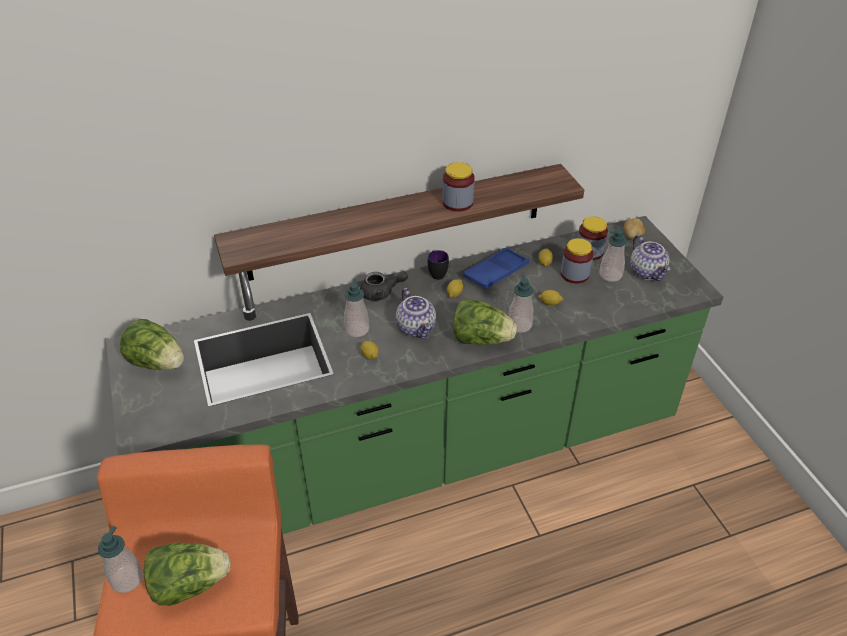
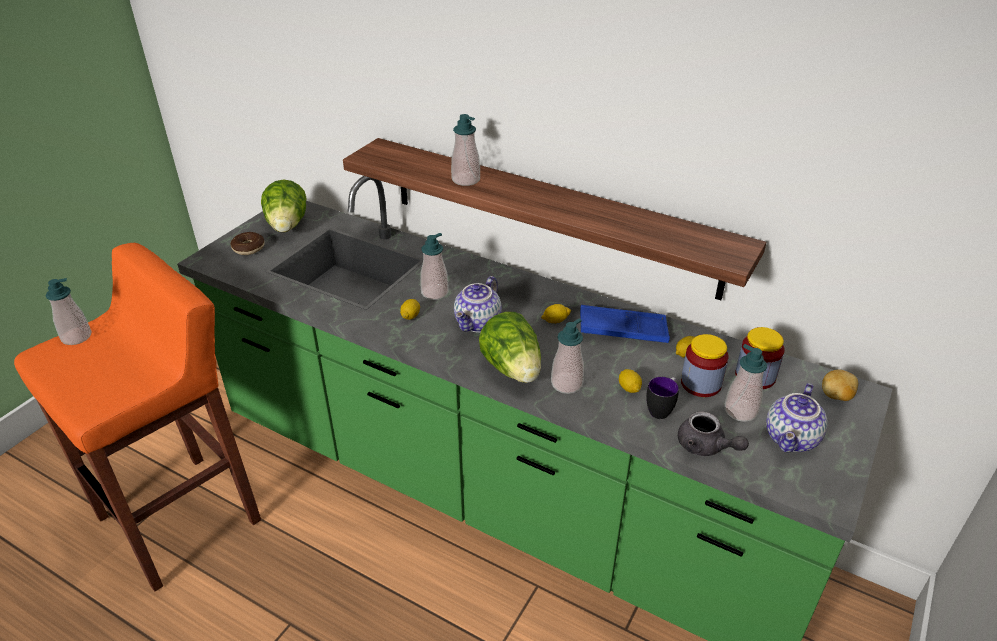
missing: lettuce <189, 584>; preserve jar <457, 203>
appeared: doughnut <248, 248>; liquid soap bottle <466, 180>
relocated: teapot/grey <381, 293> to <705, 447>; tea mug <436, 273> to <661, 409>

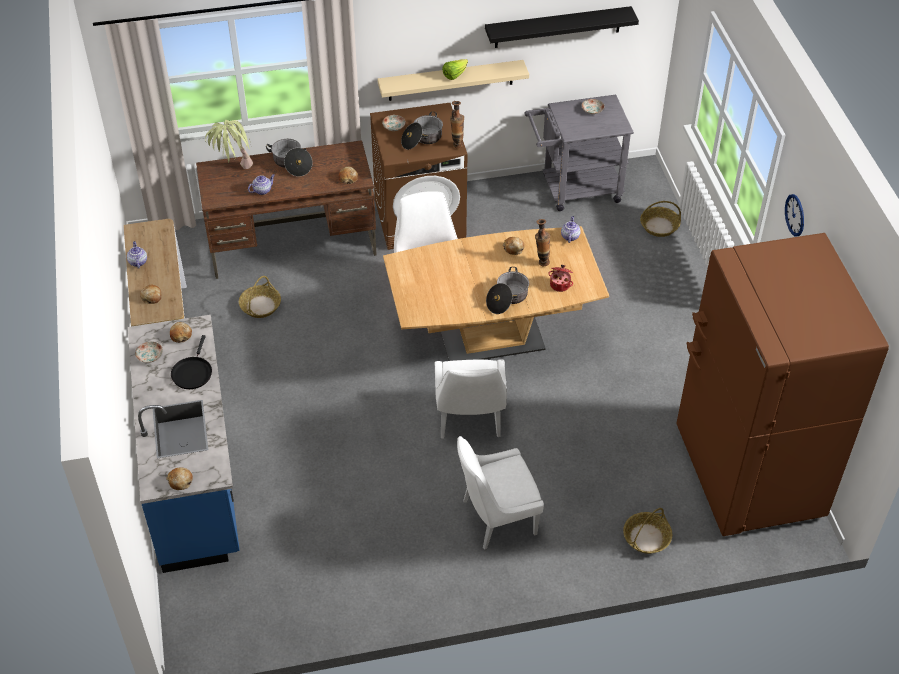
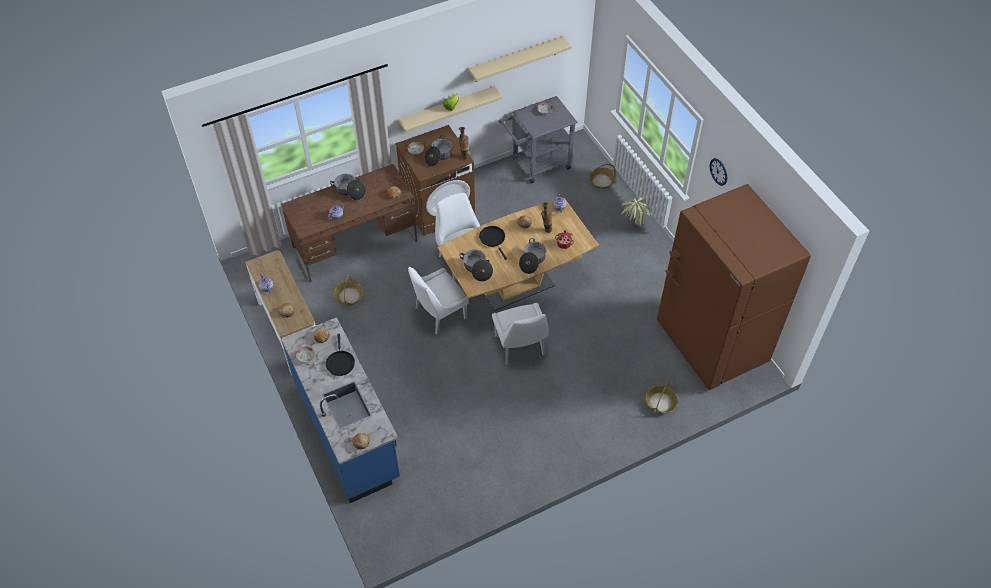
appeared: stockpot <477, 269>; skillet/black-coloured <493, 239>
relocated: plant in a pot <233, 171> to <633, 229>; plain chair/white <496, 518> to <438, 314>
colour: shelf/black-coloured <557, 27> to shelf/sand-coloured <516, 59>

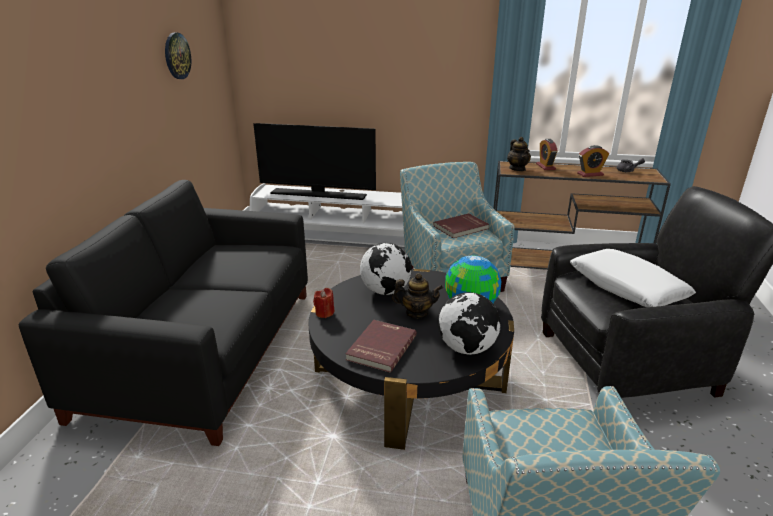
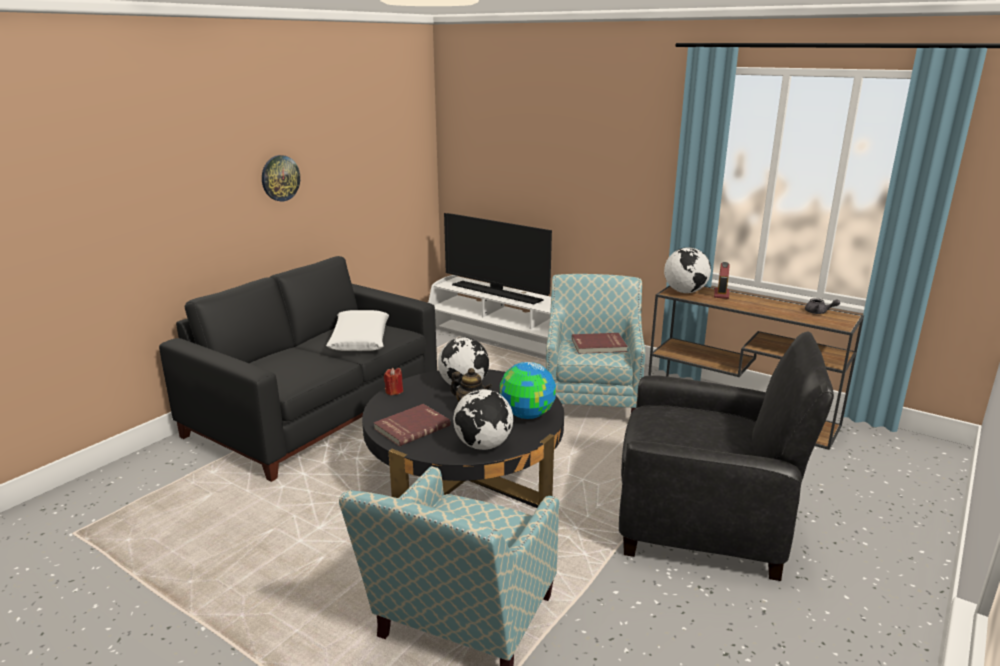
missing: bedside clock <590, 174>
relocated: clock on the wall <177, 56> to <280, 178>; cushion/white <626, 288> to <359, 340>
exchanged: teapot <517, 169> to globe <685, 292>

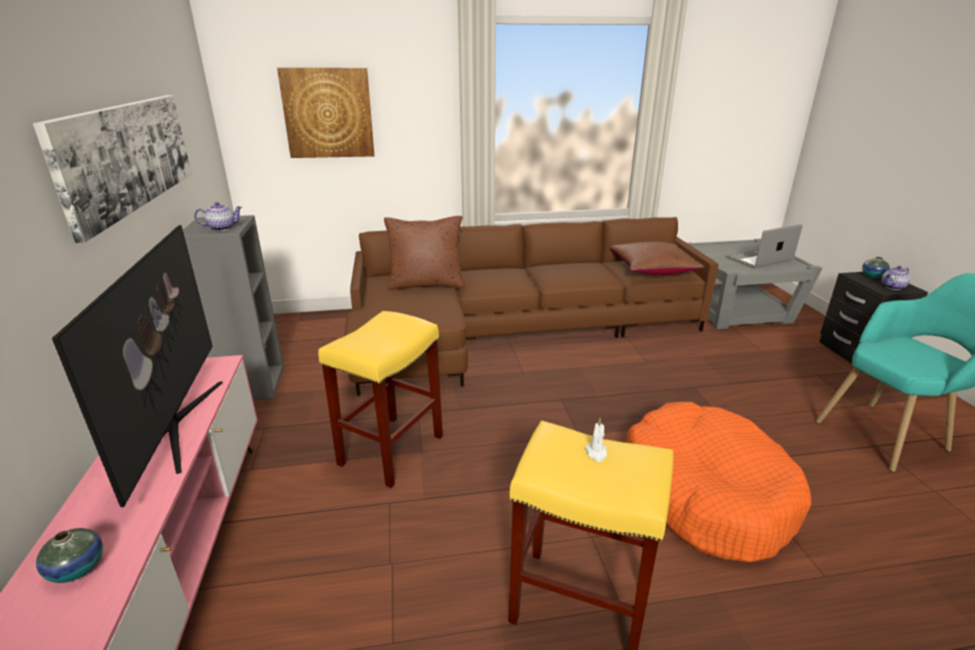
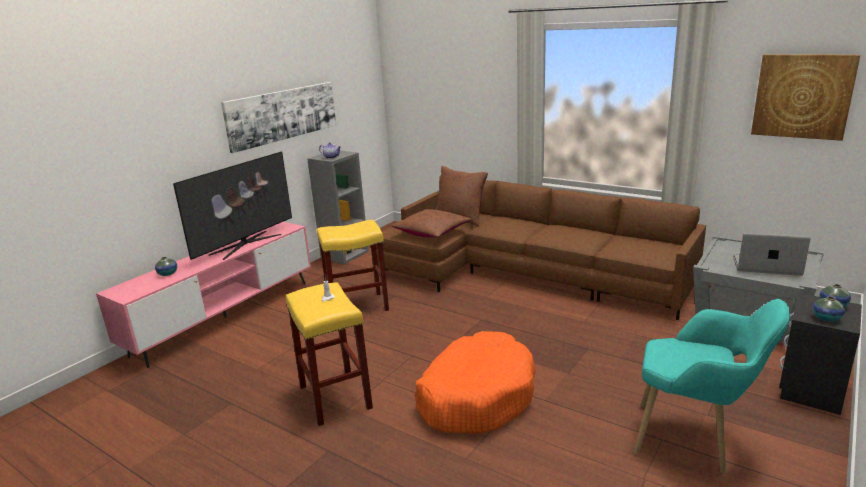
relocated: wall picture <328, 113> to <802, 96>; cushion/brownish <653, 269> to <431, 232>
exchanged: teapot <893, 287> to flower vase <826, 318>

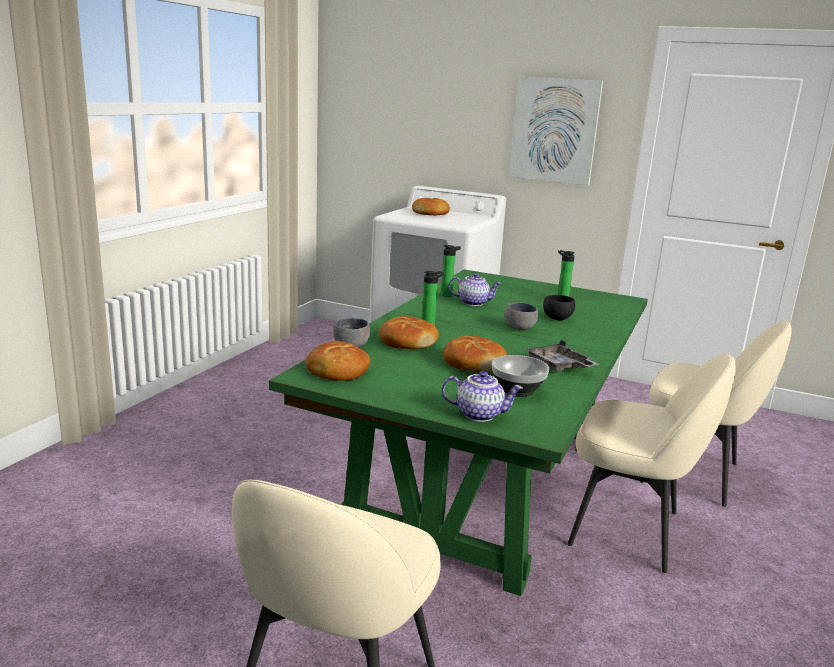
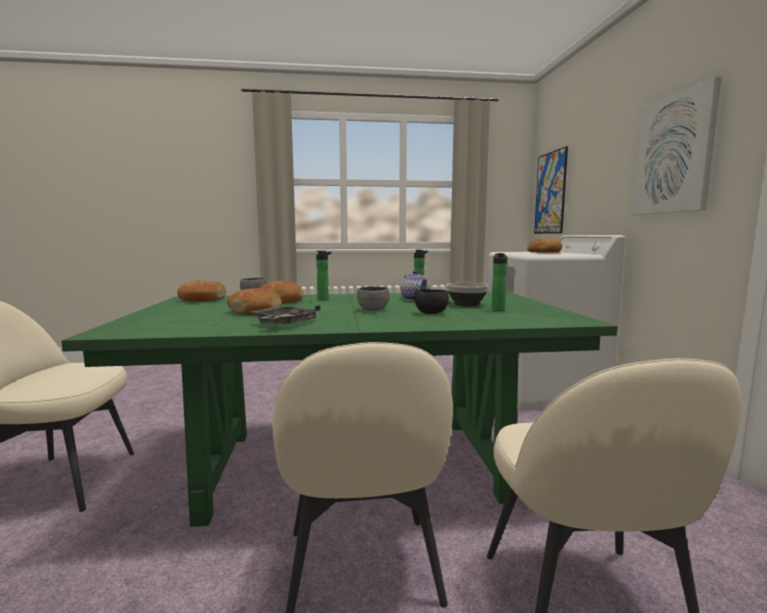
missing: teapot <480, 414>
appeared: wall picture <550, 193>
relocated: bowl <518, 390> to <467, 304>

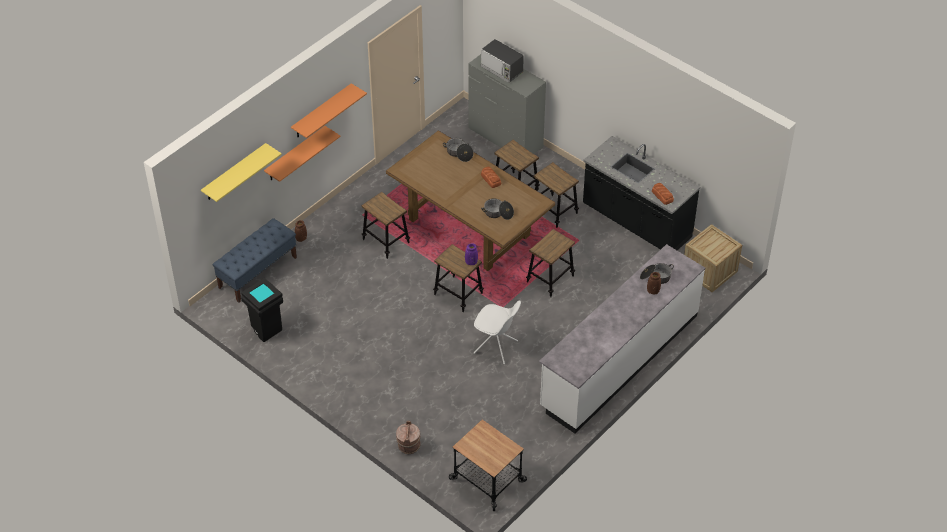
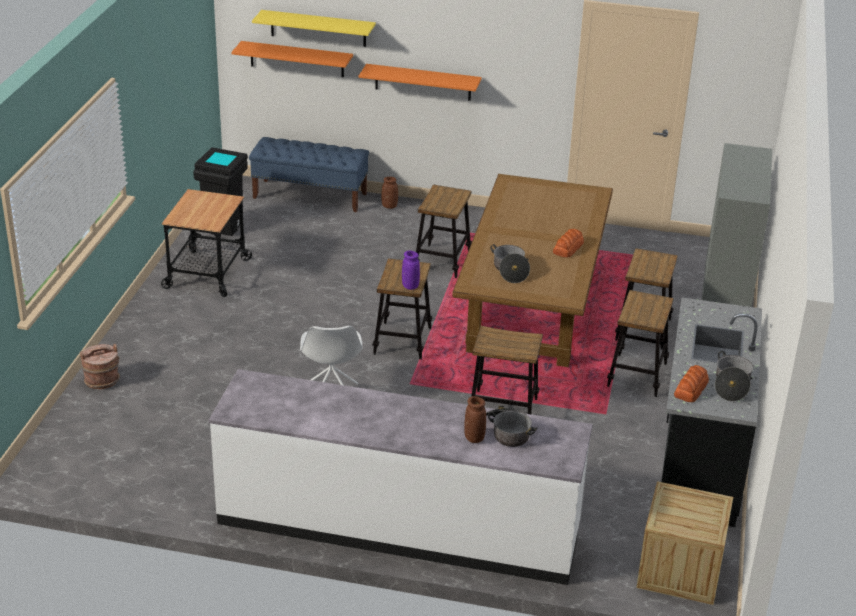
missing: microwave <502, 70>
relocated: shelf/orange <322, 111> to <297, 59>; stockpot <459, 153> to <731, 385>; cart <487, 480> to <206, 273>

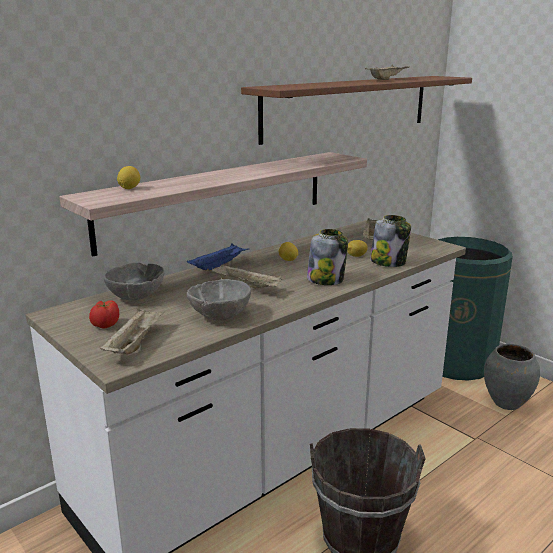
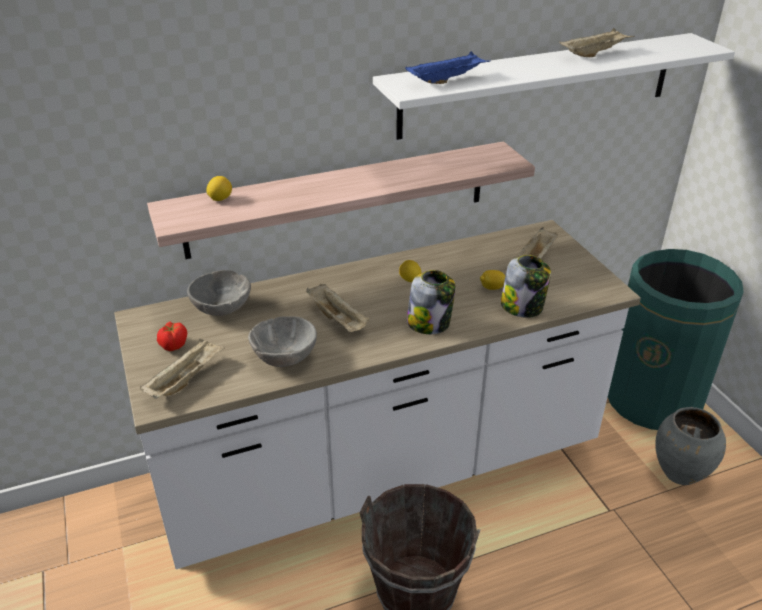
relocated: carrying tray/blue <219, 266> to <447, 80>
colour: shelf/brownish <349, 106> to shelf/white <539, 85>

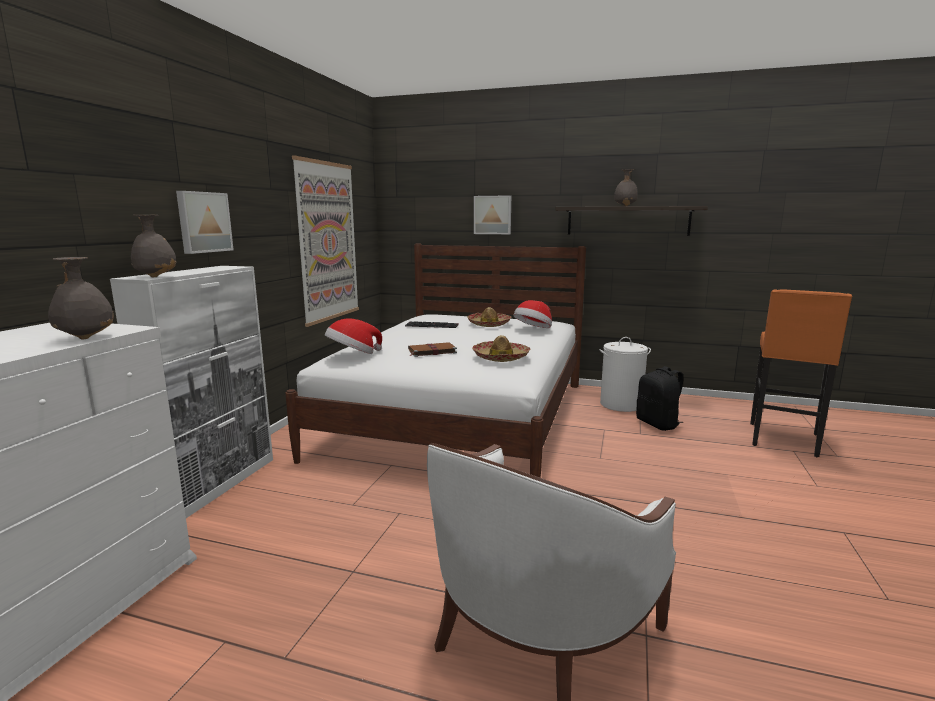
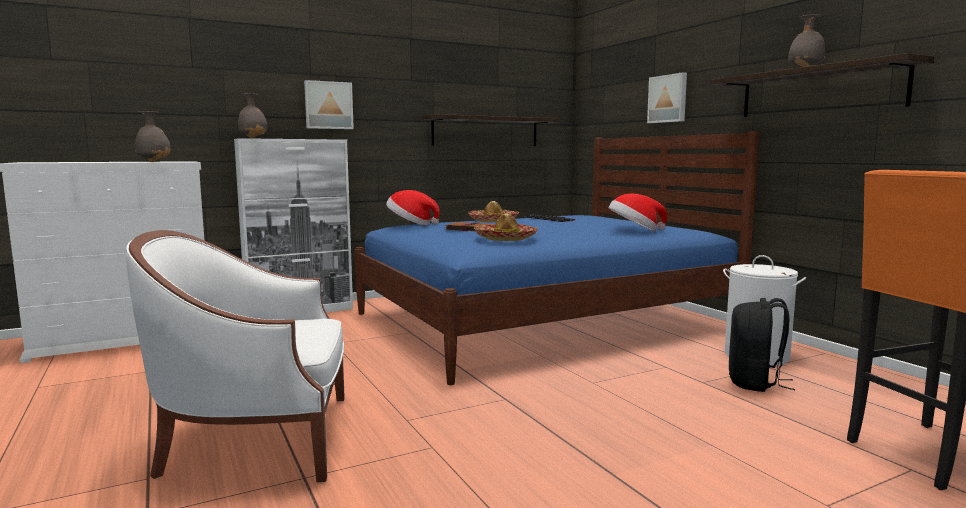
relocated: clothing hat <489, 324> to <493, 221>
exchanged: wall picture <328, 242> to shelf <485, 131>
colour: bedroom bed/white <461, 417> to bedroom bed/blue <542, 321>

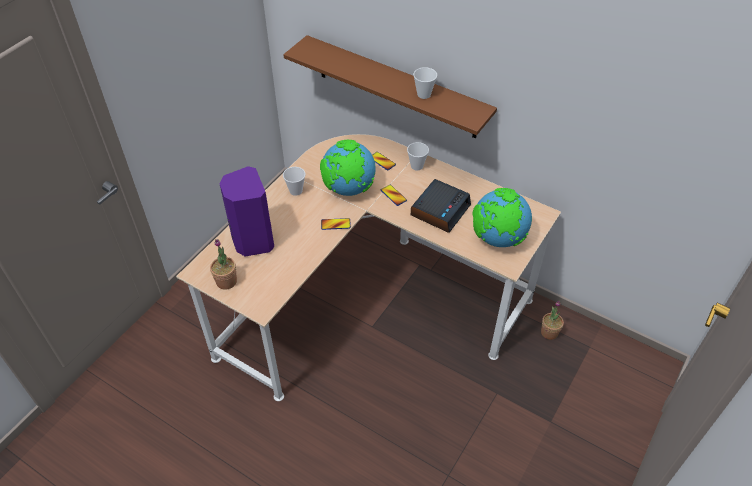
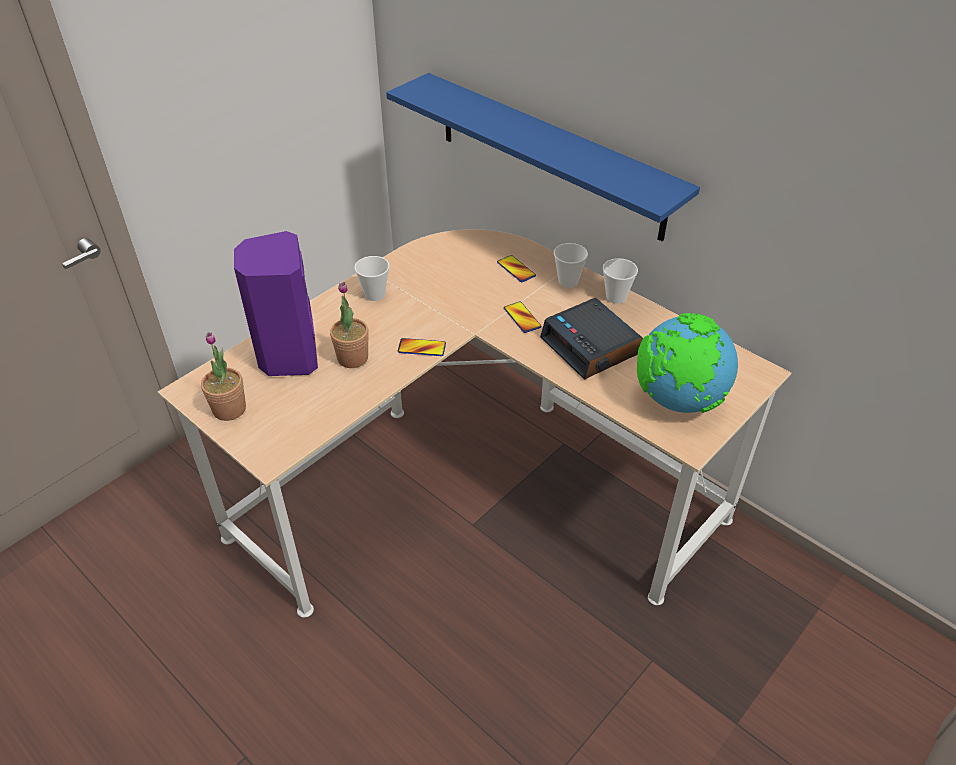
missing: globe <348, 189>
relocated: cup <424, 94> to <616, 297>; plant in a pot <549, 332> to <352, 358>
colour: shelf/brownish <396, 87> to shelf/blue <549, 155>
spun: bedside clock <440, 210> = <591, 347> 105 degrees clockwise

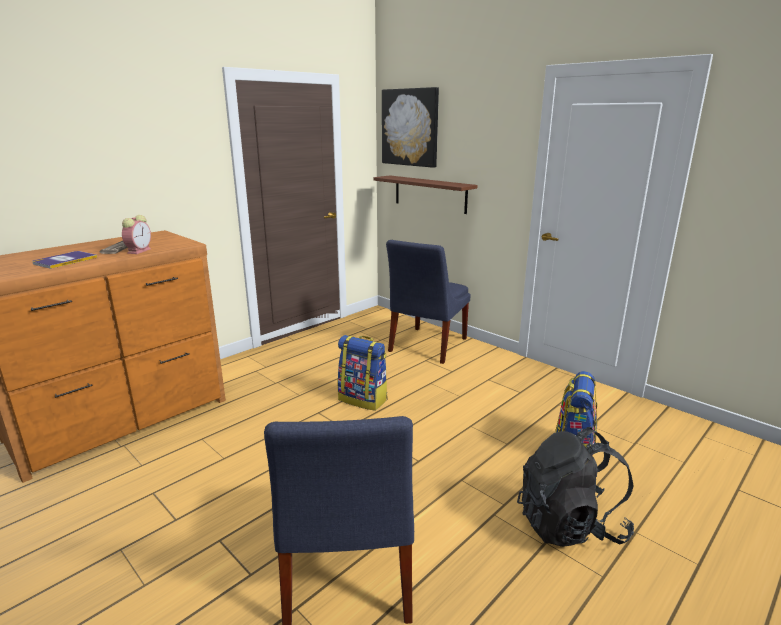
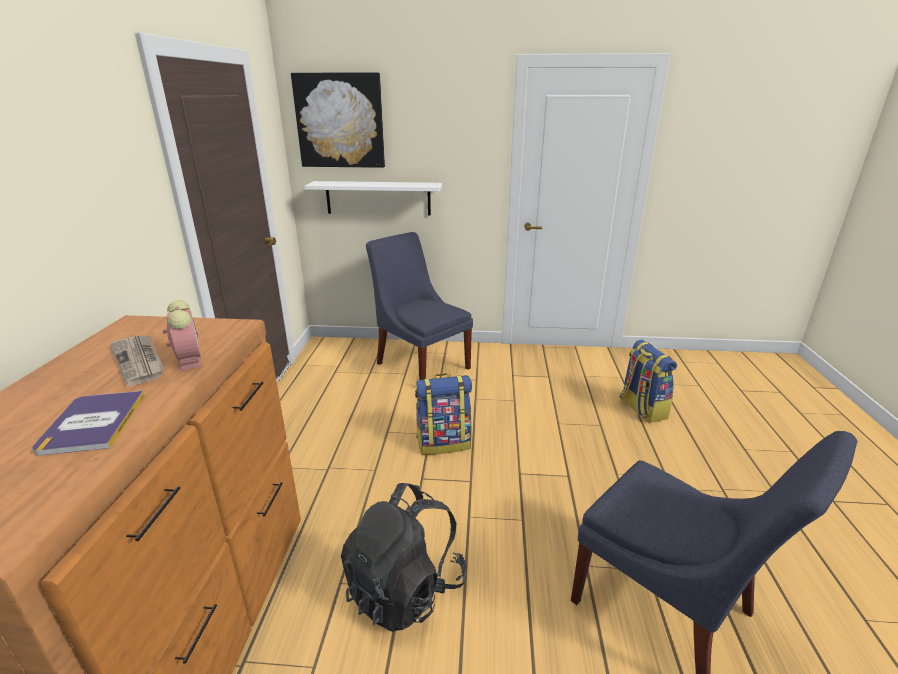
relocated: rucksack/black-coloured <569, 525> to <405, 588>
colour: shelf/brownish <430, 194> to shelf/white <378, 198>
spun: plain chair/blue <426, 346> = <421, 364> 150 degrees clockwise

